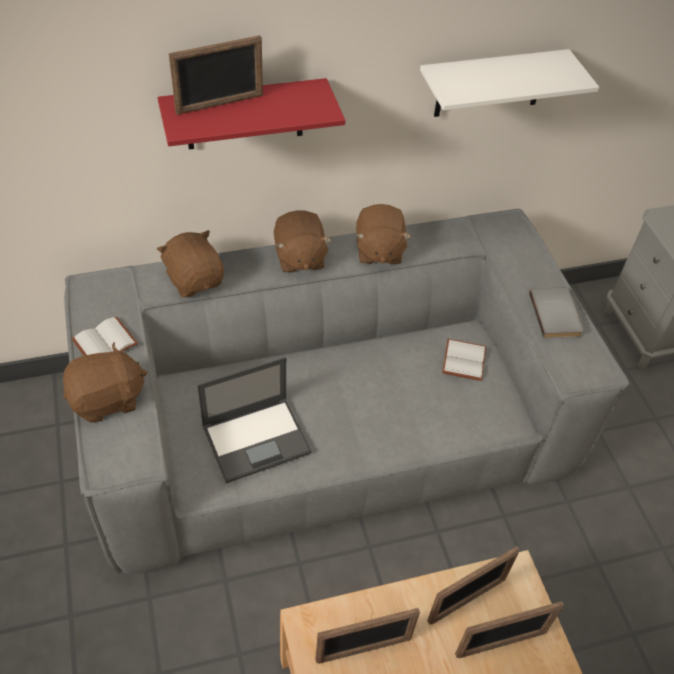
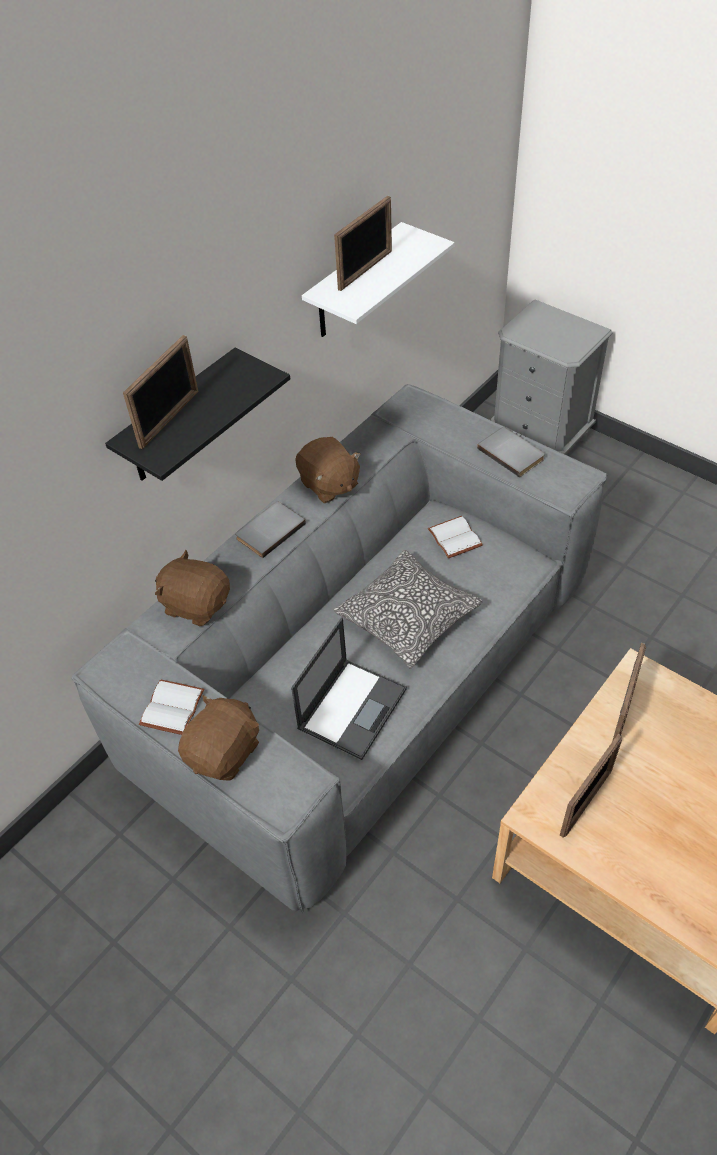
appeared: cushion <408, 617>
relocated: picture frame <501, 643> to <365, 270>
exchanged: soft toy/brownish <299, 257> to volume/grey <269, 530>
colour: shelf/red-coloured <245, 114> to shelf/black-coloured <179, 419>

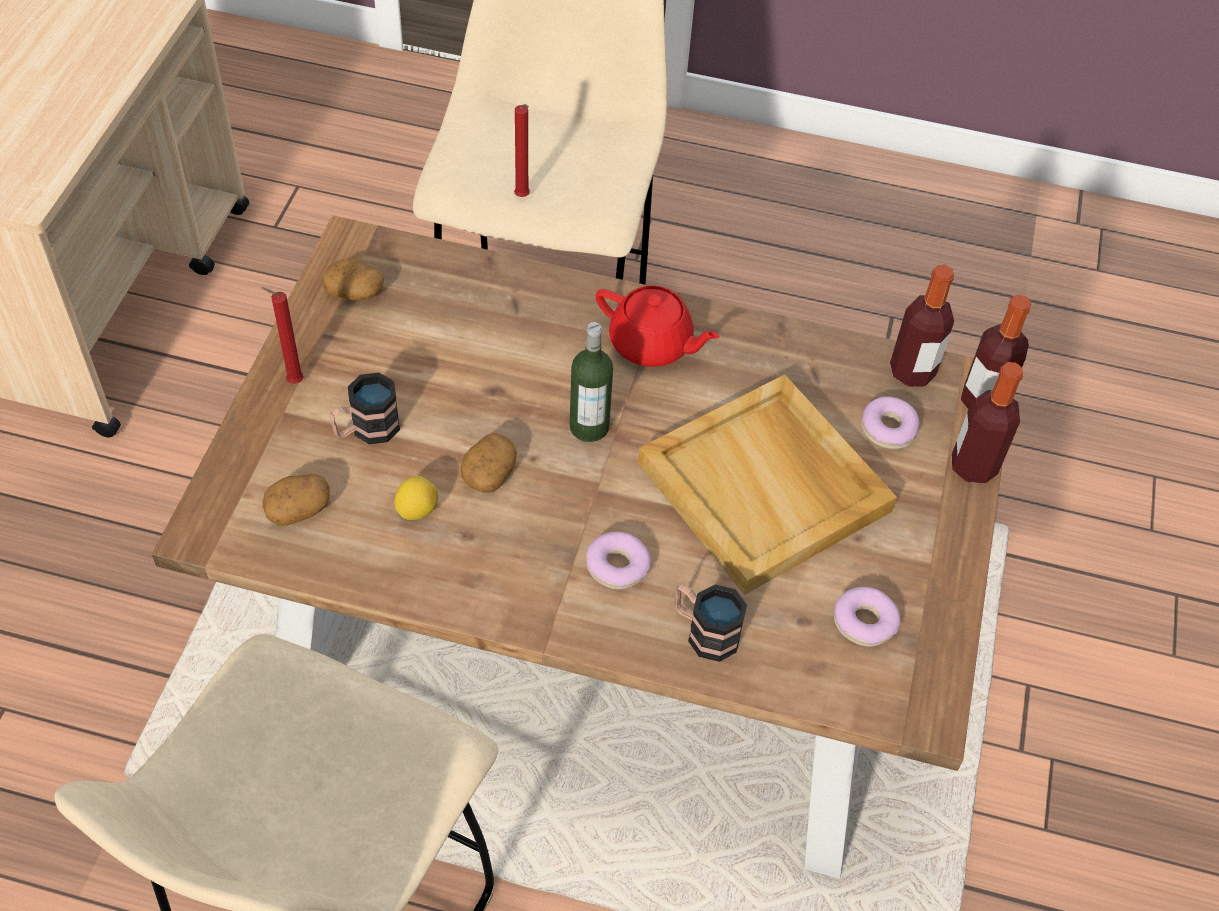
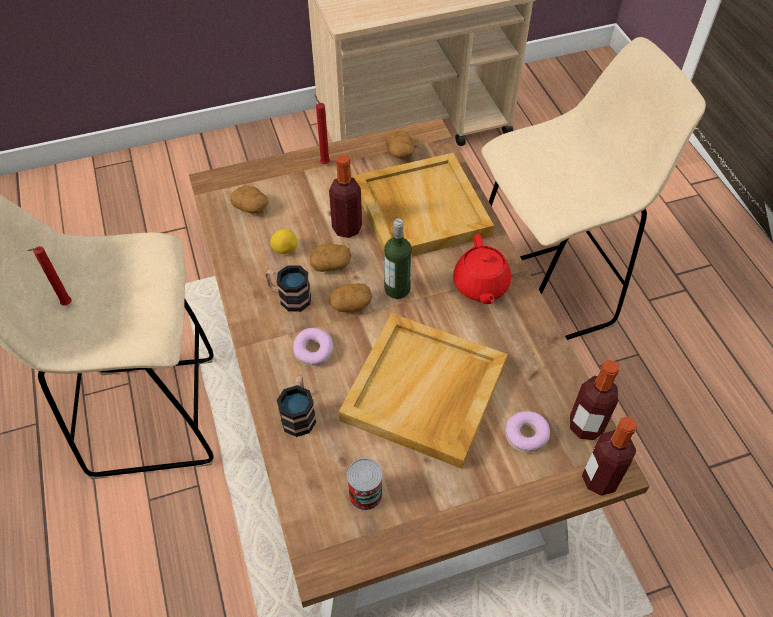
appeared: whole potato <351, 305>; carrying tray/sand-coloured <420, 210>
relocated: tea mug <366, 429> to <289, 297>; wax light/red-coloured <523, 198> to <65, 305>; beverage bottle <973, 466> to <347, 228>
exchanged: doughnut <864, 622> to sealed can <365, 494>

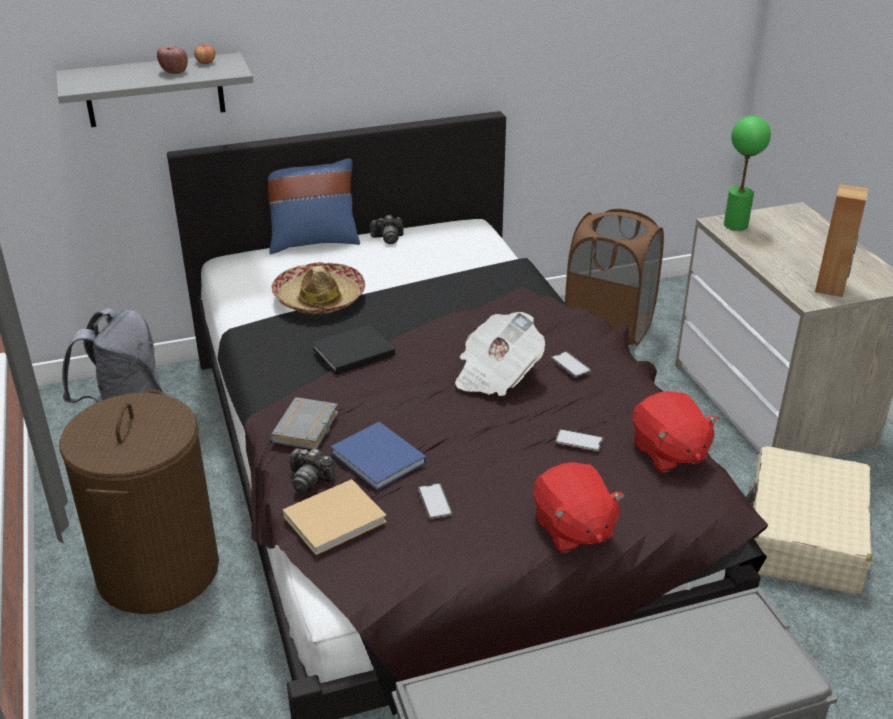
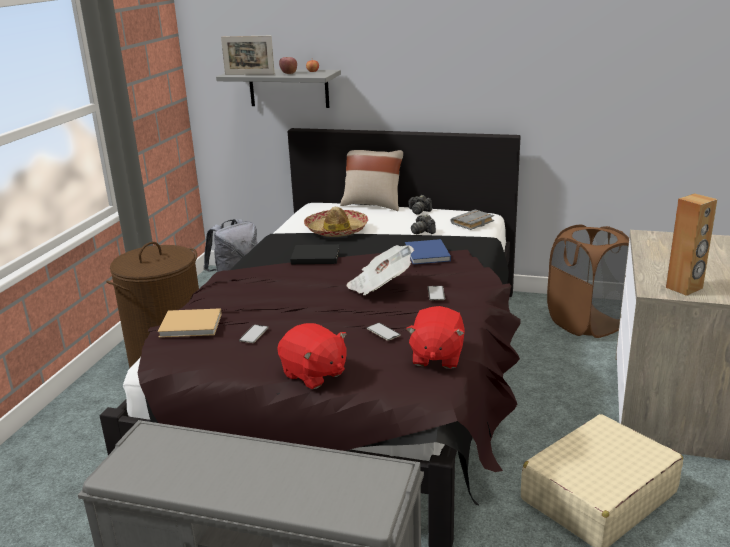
missing: table lamp/green-coloured <735, 225>
appeared: picture frame <249, 74>
relocated: volume/grey <307, 429> to <473, 223>; photo camera <309, 479> to <422, 231>; volume/blue <380, 459> to <427, 254>
colour: cushion/blue <313, 241> to cushion/sand-coloured <373, 205>
spun: soft toy/red-coloured <572, 529> = <314, 374> 60 degrees counterclockwise

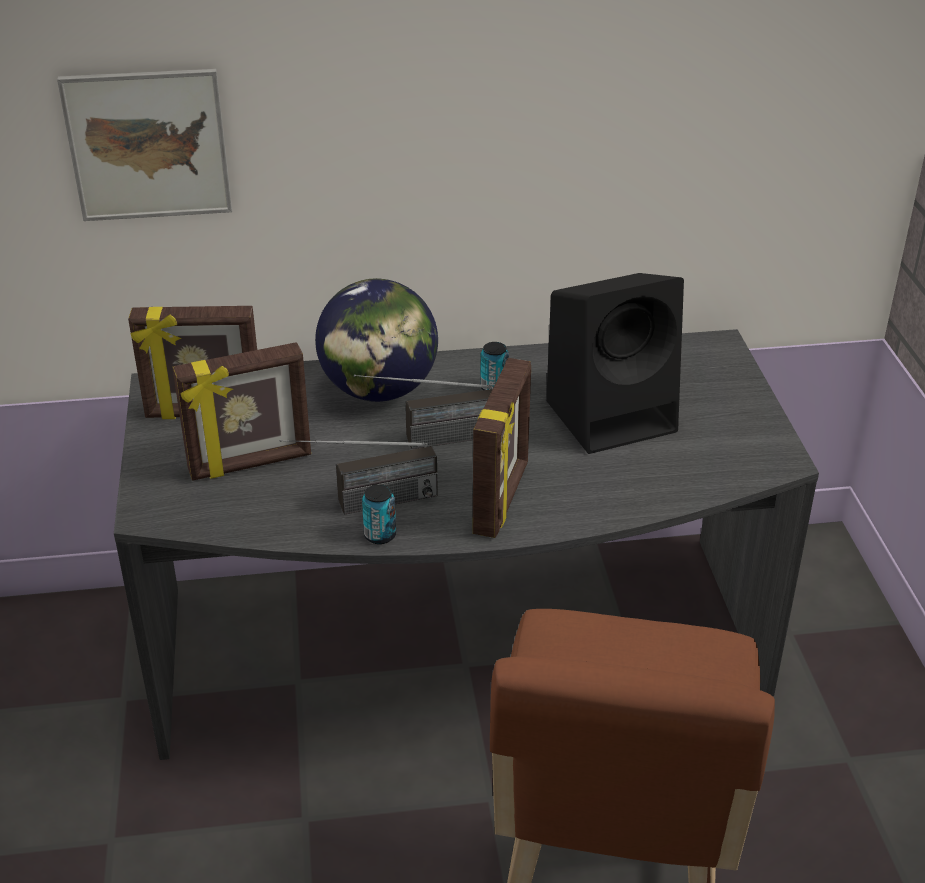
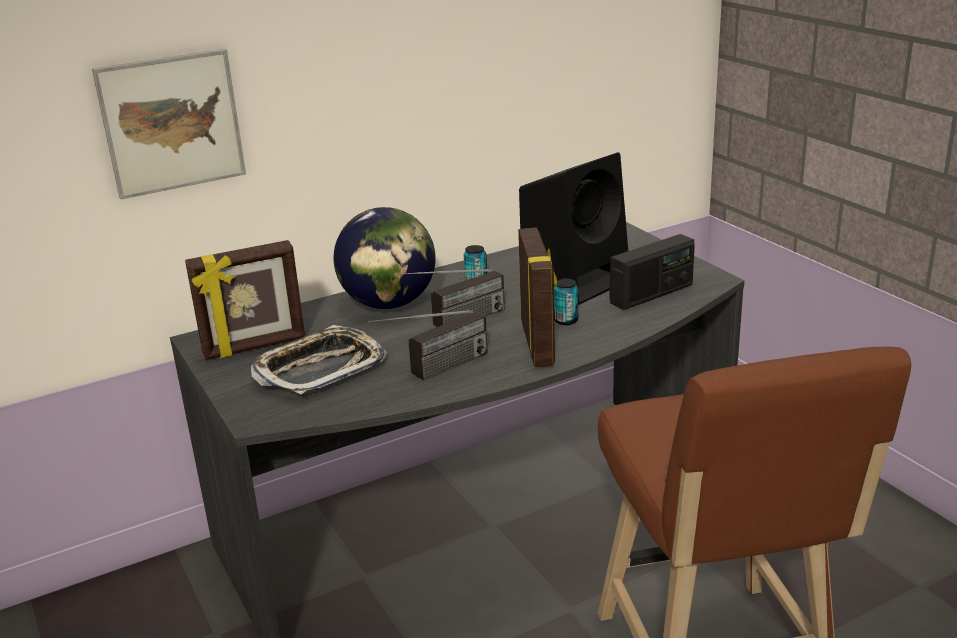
appeared: radio set <652, 294>
relocated: sealed can <380, 535> to <566, 320>
exchanged: picture frame <250, 464> to carrying tray <320, 368>

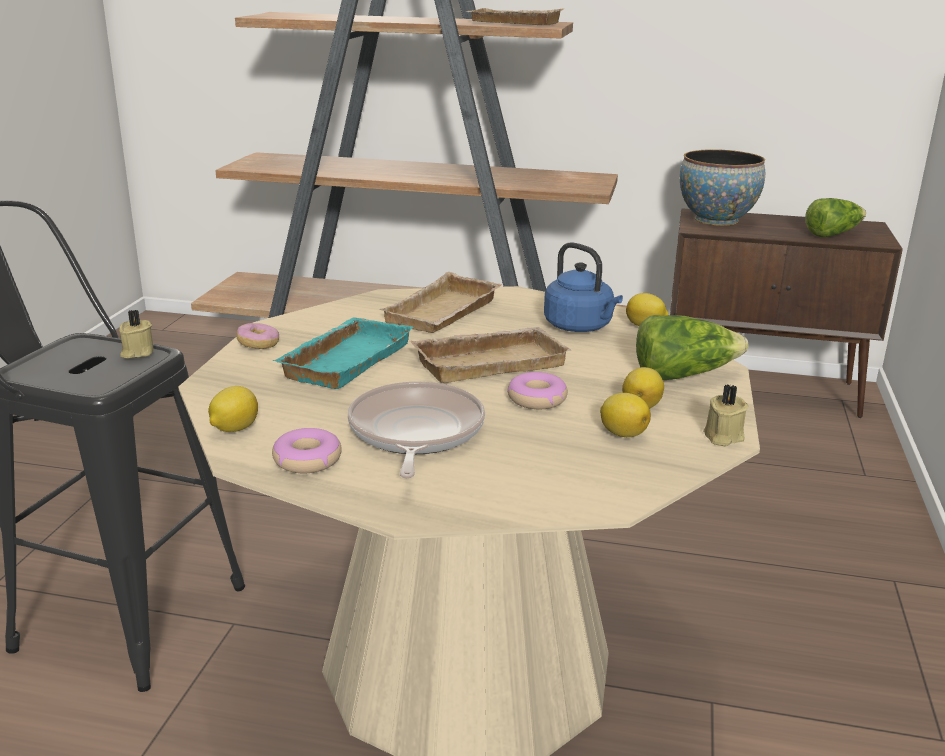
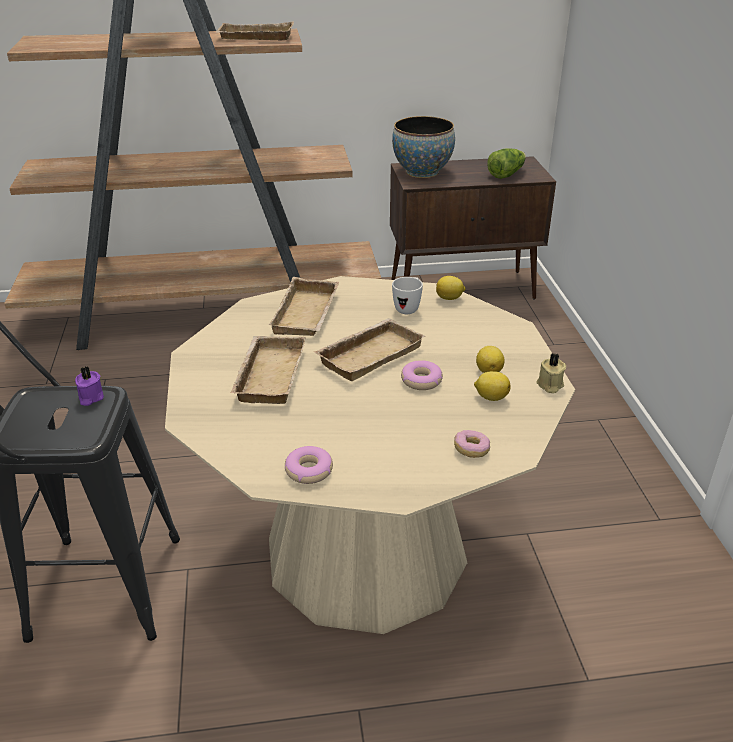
missing: citrus fruit <234, 429>; skillet <415, 433>; lettuce <683, 375>
relocated: doughnut <258, 345> to <471, 450>
exchanged: tea kettle/blue <580, 327> to tea mug/white <408, 308>
colour: wax light/sand-coloured <136, 352> to wax light/purplish <90, 397>; carrying tray/blue-green <344, 359> to carrying tray/sand-coloured <268, 374>

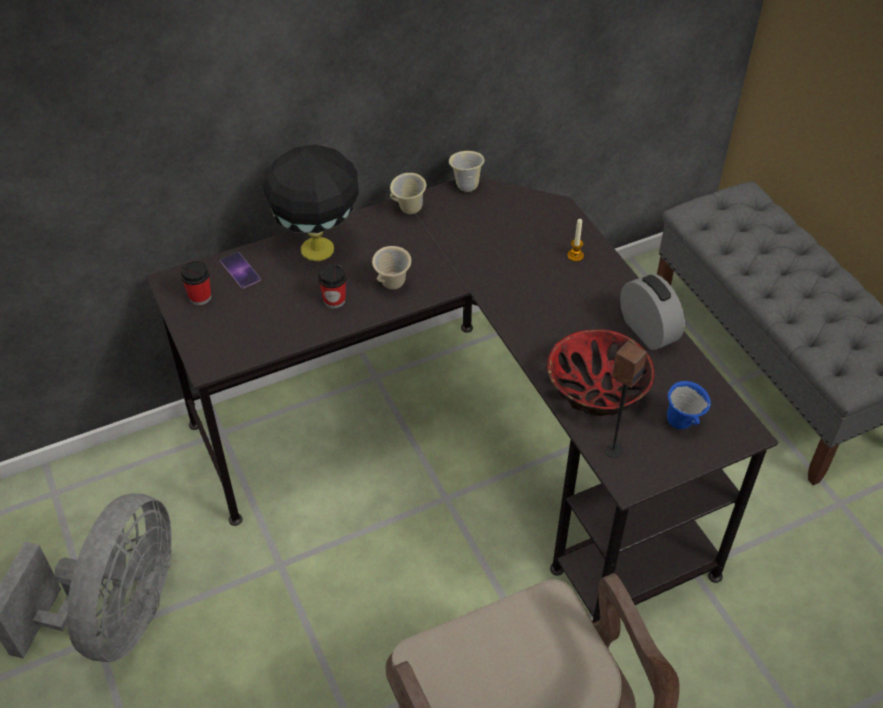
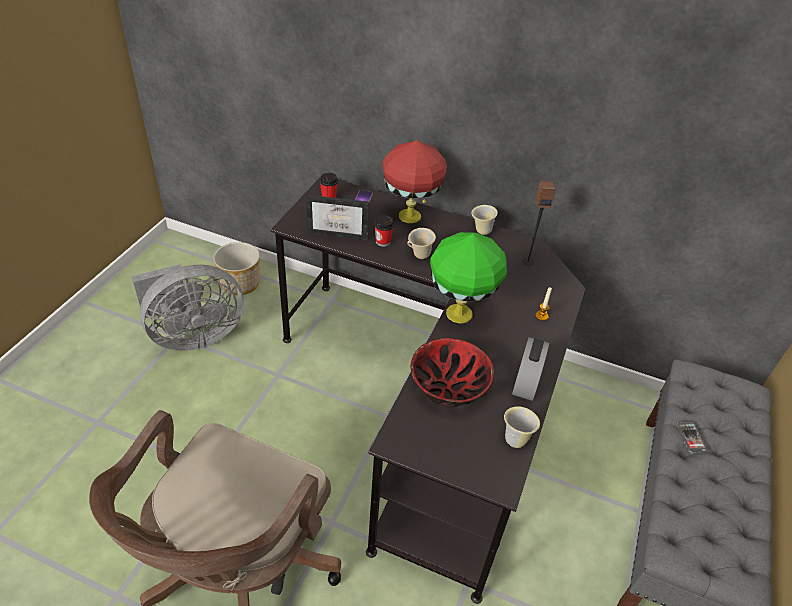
missing: tea mug/blue <682, 423>
appeared: flower pot <240, 283>; picture frame <339, 232>; table lamp/green-coloured <459, 315>; phone <690, 438>
relocated: tea mug/sand-coloured <465, 186> to <515, 439>; loudspeaker <612, 449> to <527, 261>
colour: table lamp/black-coloured <319, 250> to table lamp/red-coloured <410, 217>

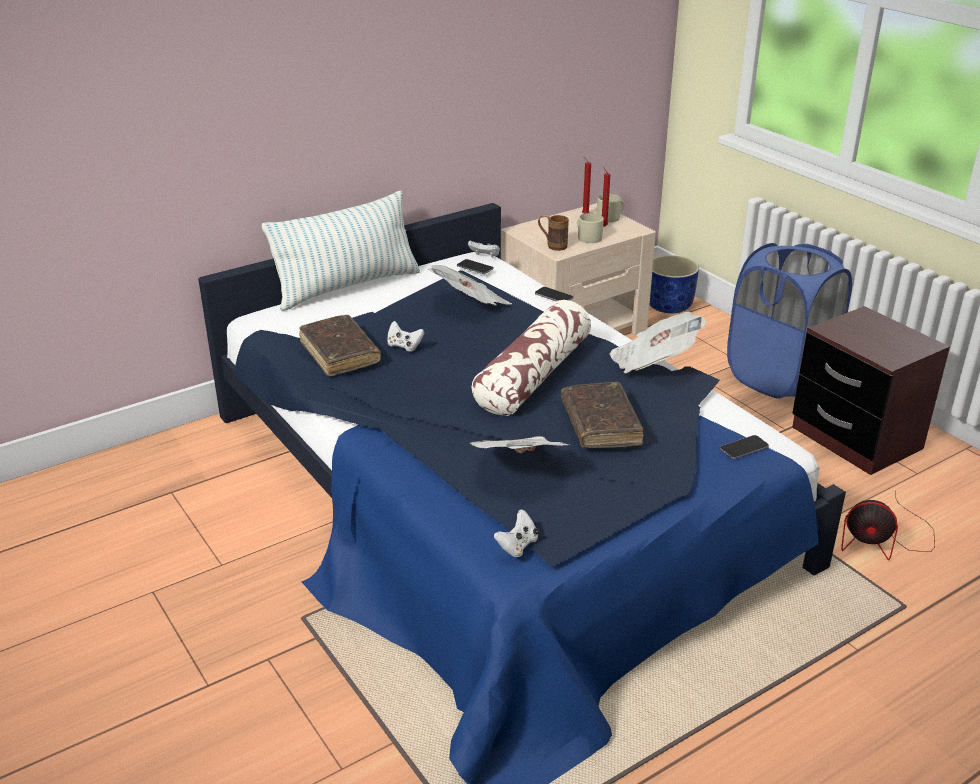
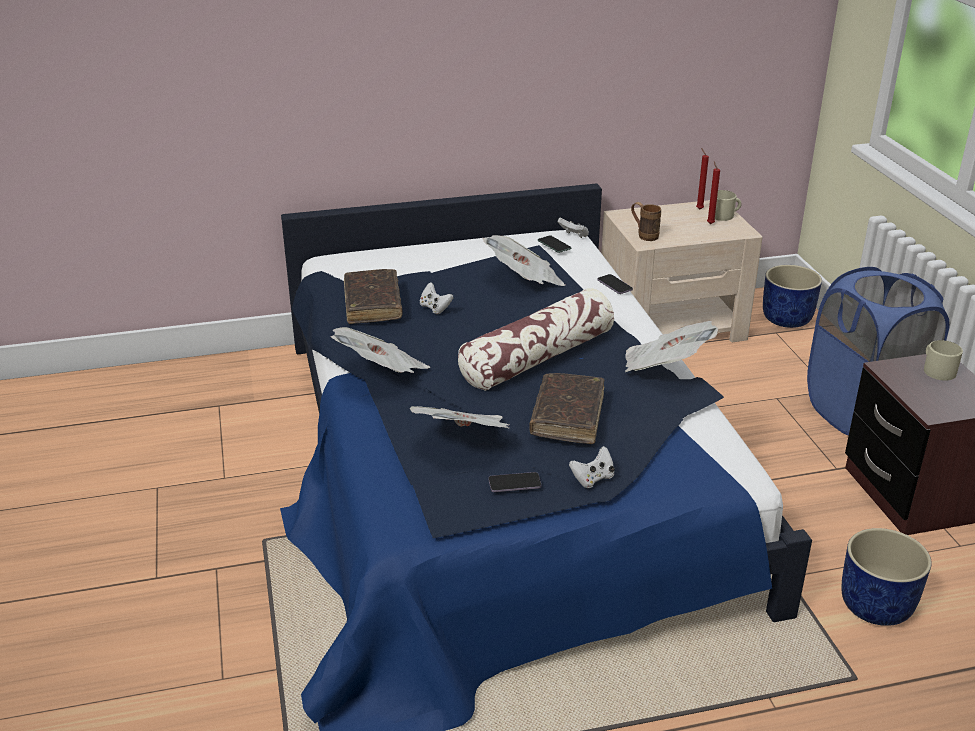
missing: cushion <347, 287>
appeared: printed paper <382, 372>
relocated: game controller/white <517, 546> to <593, 479>; tea mug/sand-coloured <587, 237> to <937, 370>; phone <744, 448> to <514, 484>
exchanged: fan <883, 540> to flower pot/blue <874, 606>

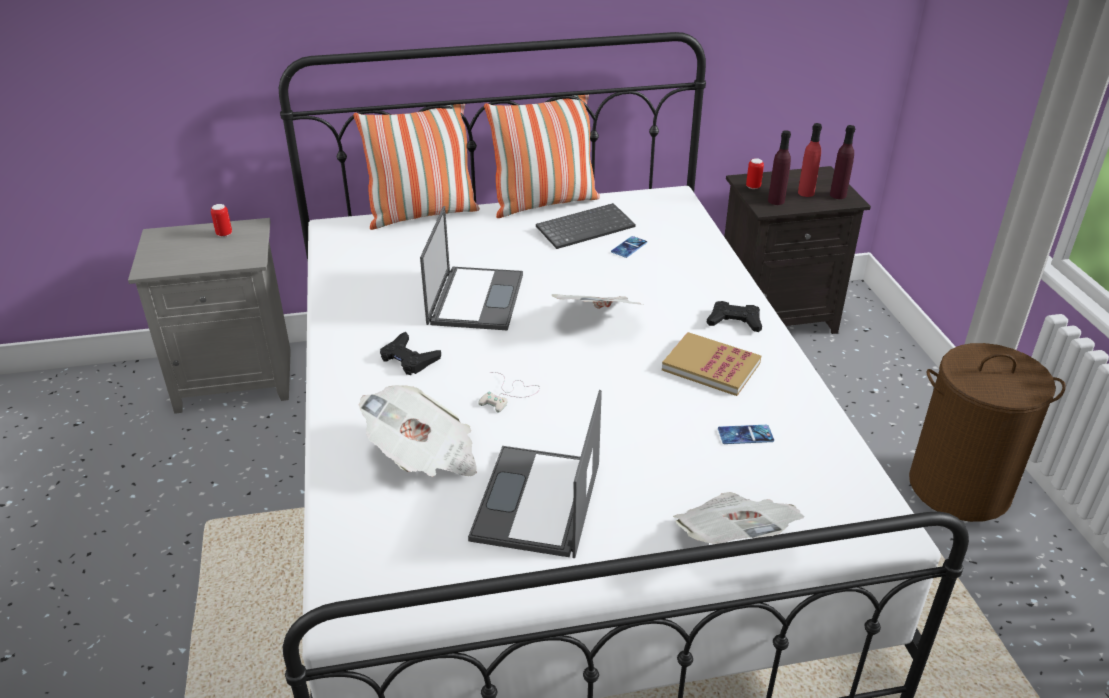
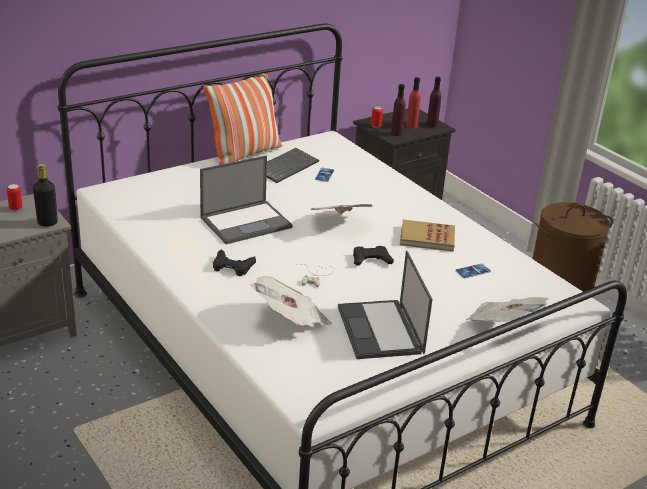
missing: cushion <422, 214>
appeared: beverage bottle/black-coloured <47, 223>
relocated: game controller/black-coloured <734, 321> to <371, 260>
spun: laptop <475, 298> = <246, 222> 75 degrees clockwise

